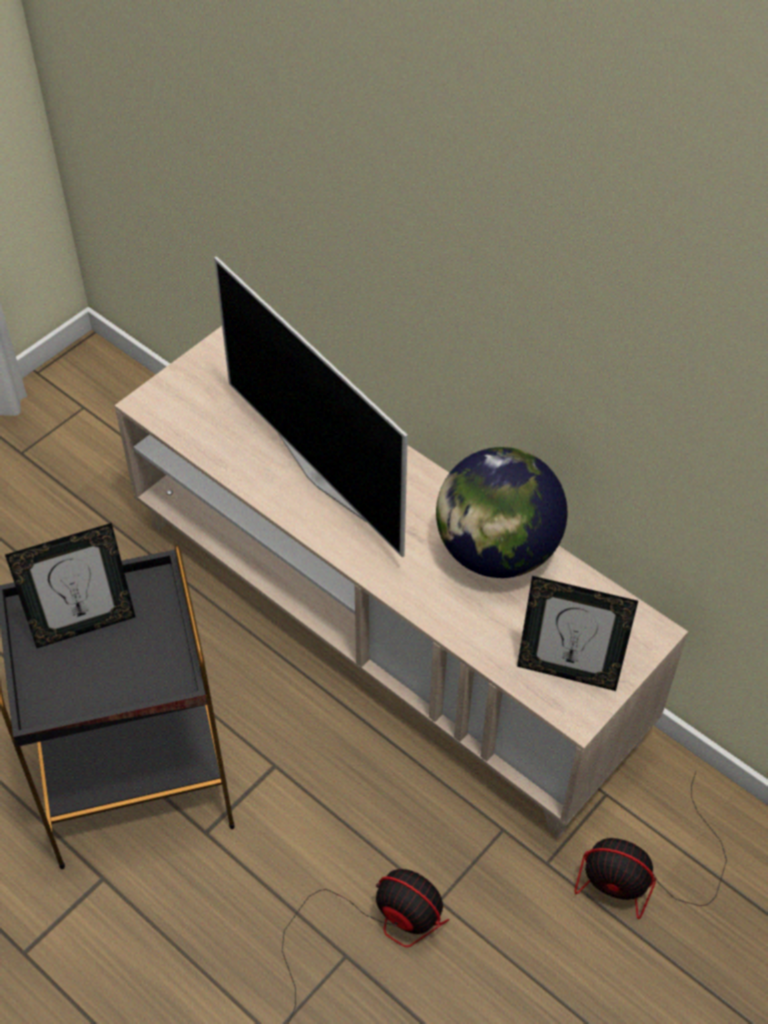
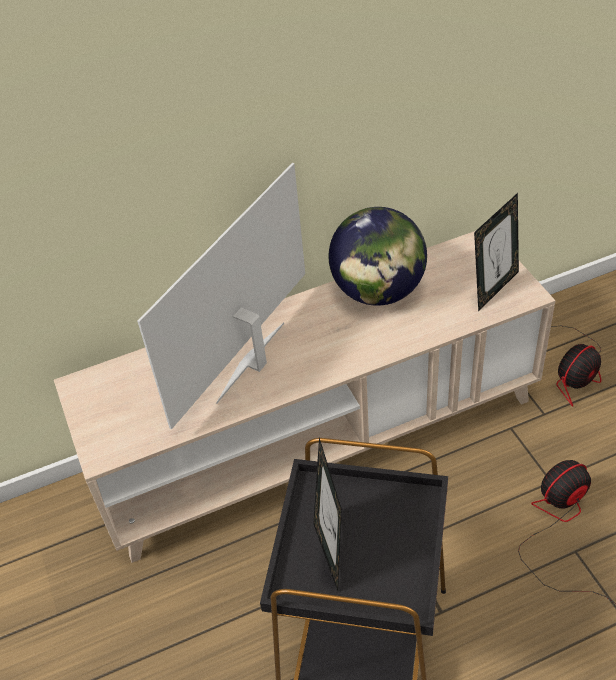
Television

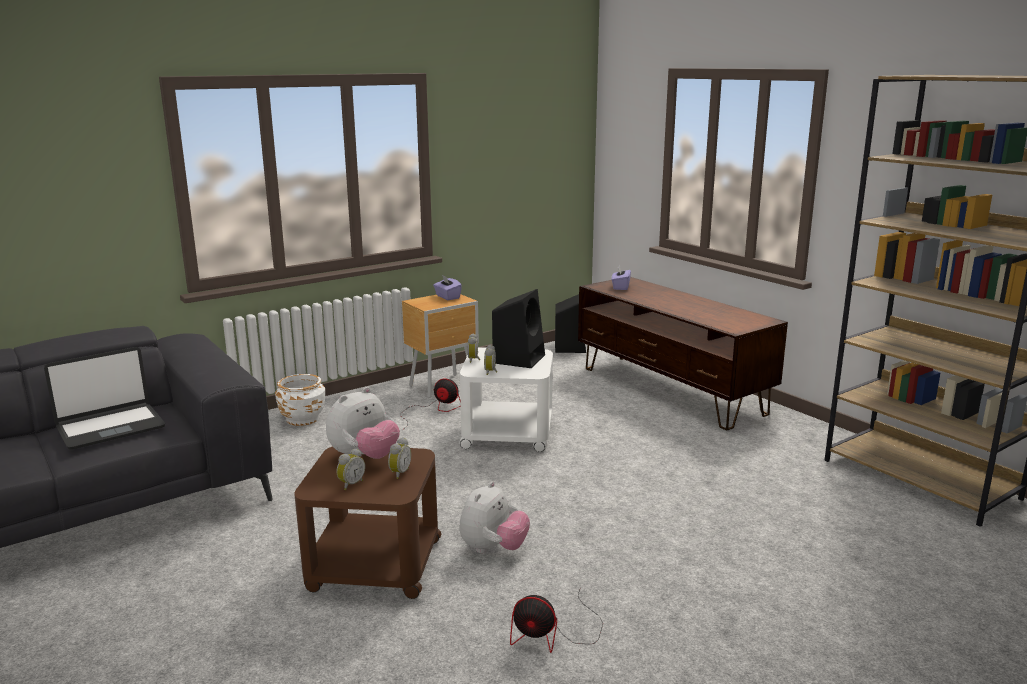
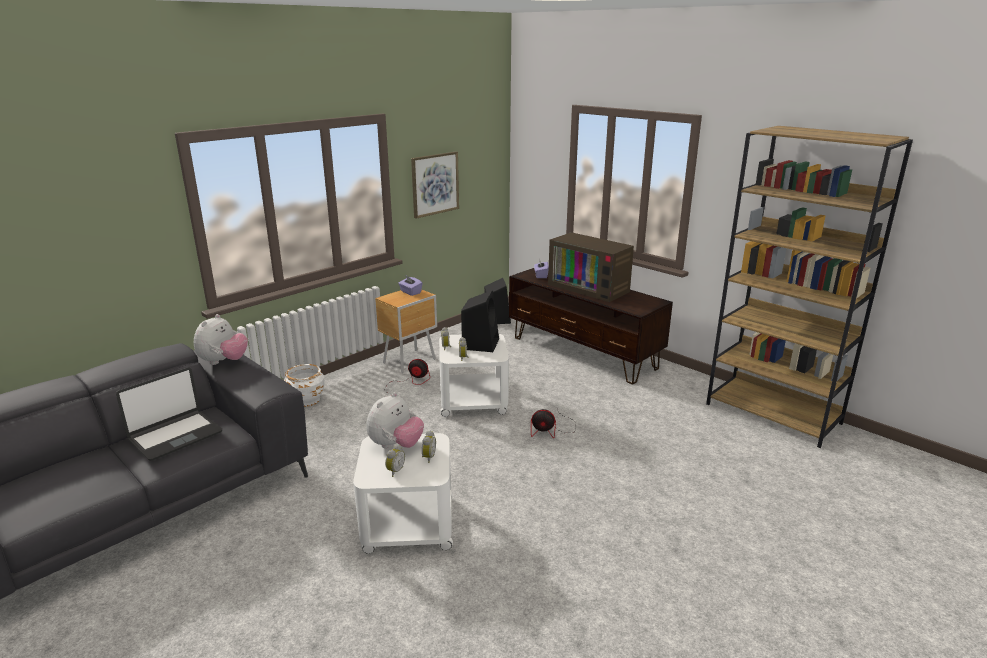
WhitishAccentTable (no. 1 from left)
SoftToy (no. 1 from left)
ElectricFan (no. 2 from left)
WallPicture
Television

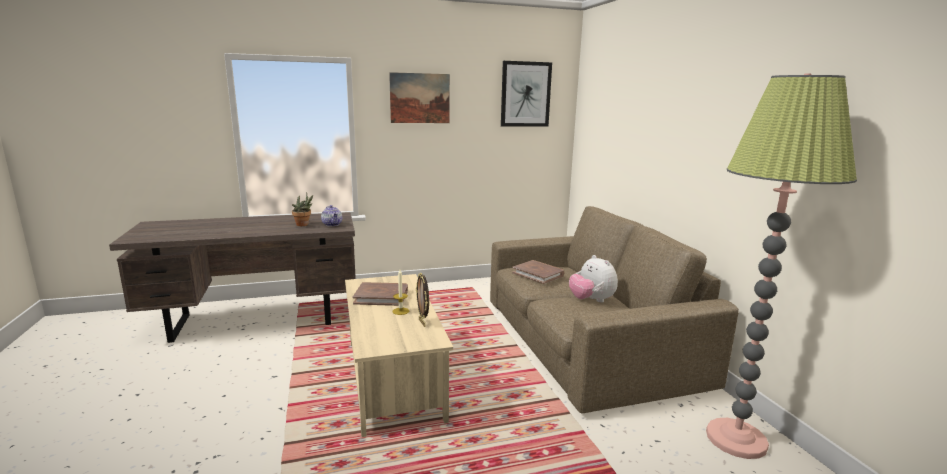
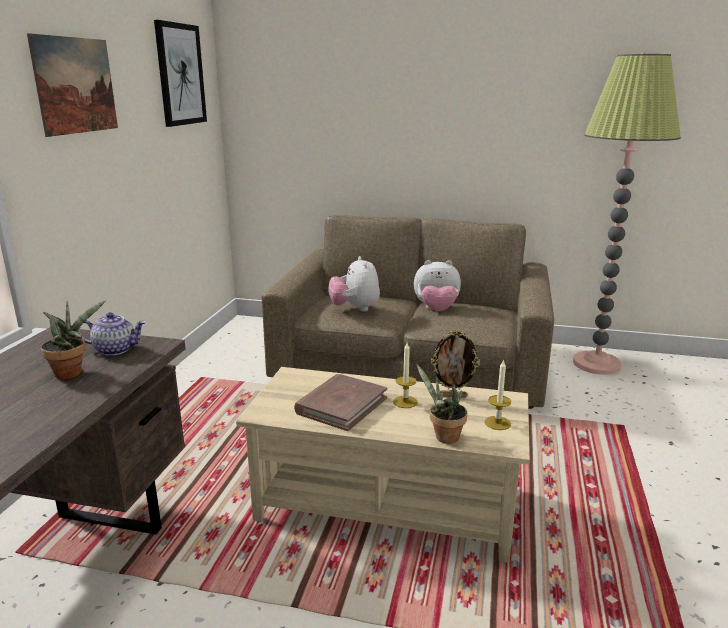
SoftToy (no. 1 from left)
PottedPlant (no. 2 from left)
WaxLight (no. 2 from left)

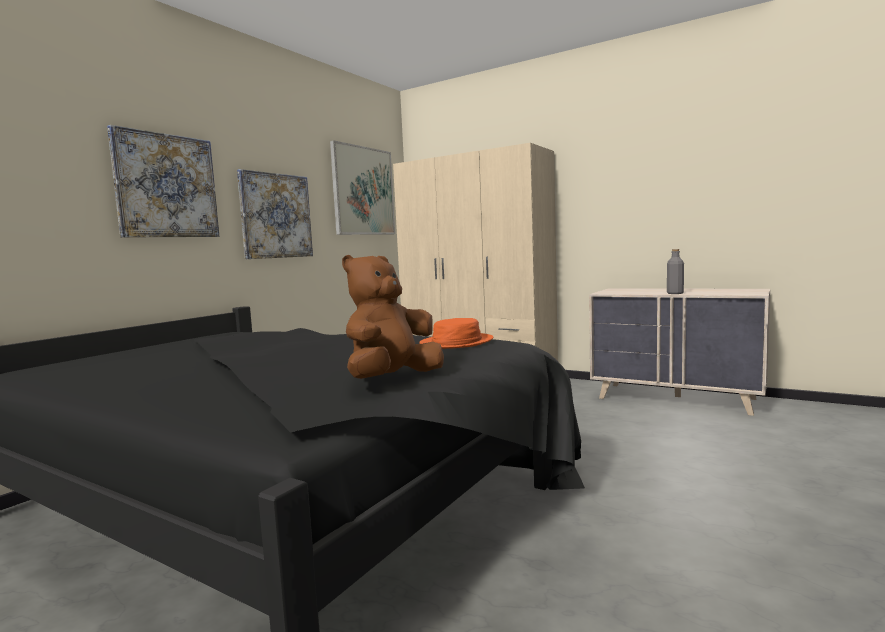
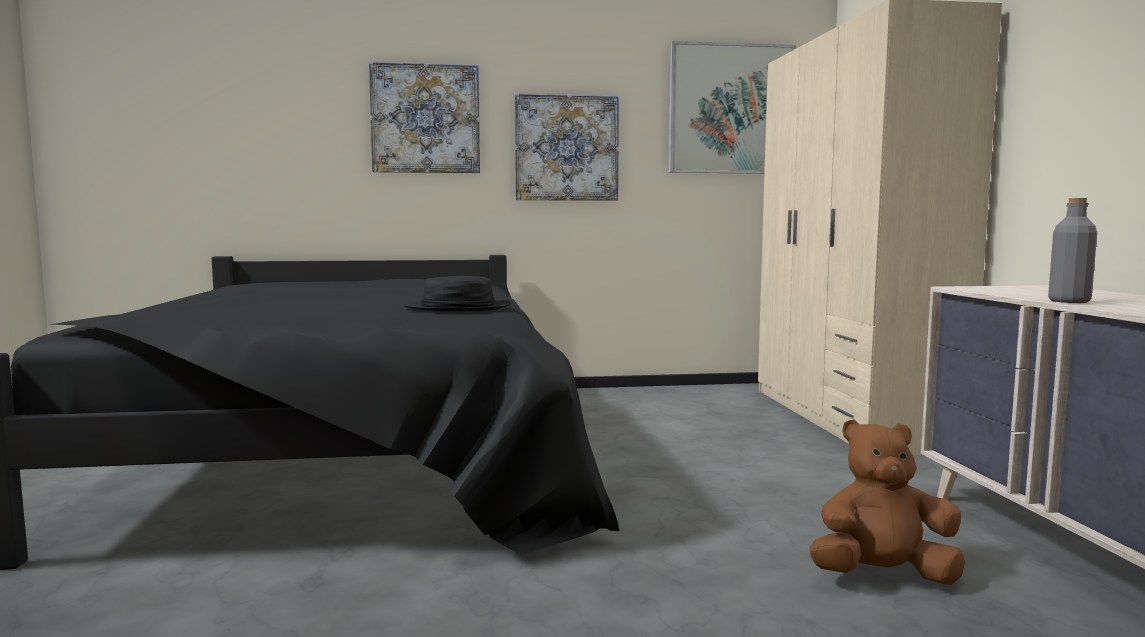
BrownSoftToy
BlackishHat

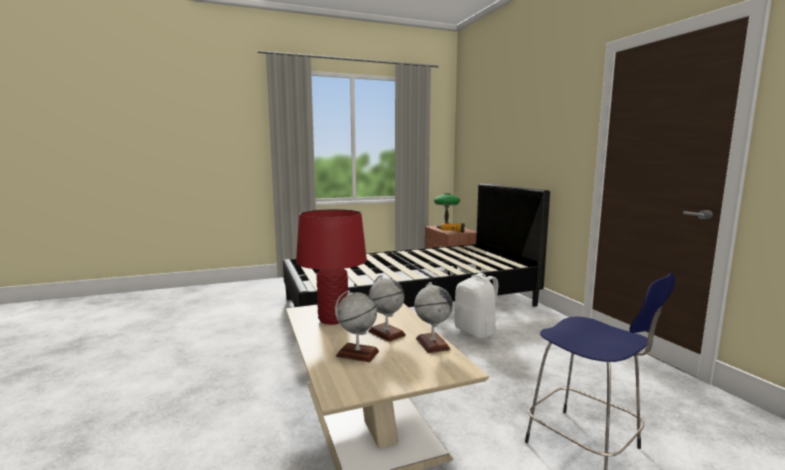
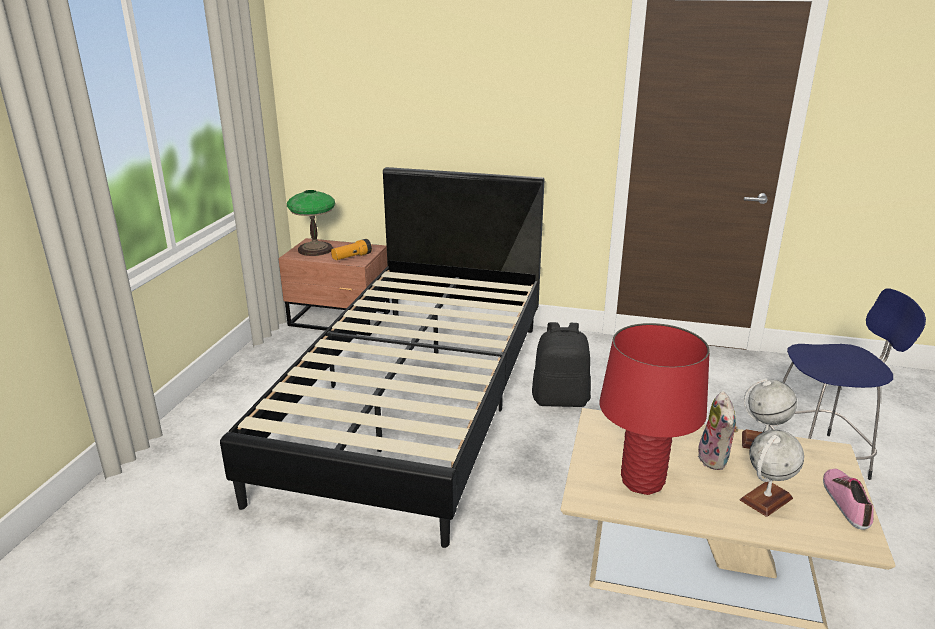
SoftToy
BlackishRucksack
ItemOfFootwear

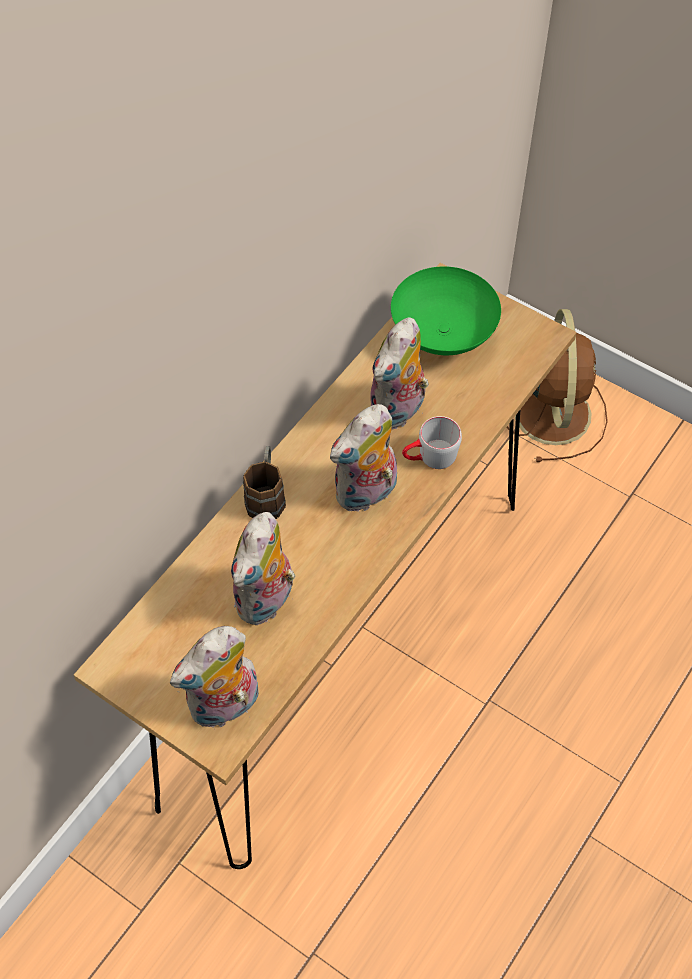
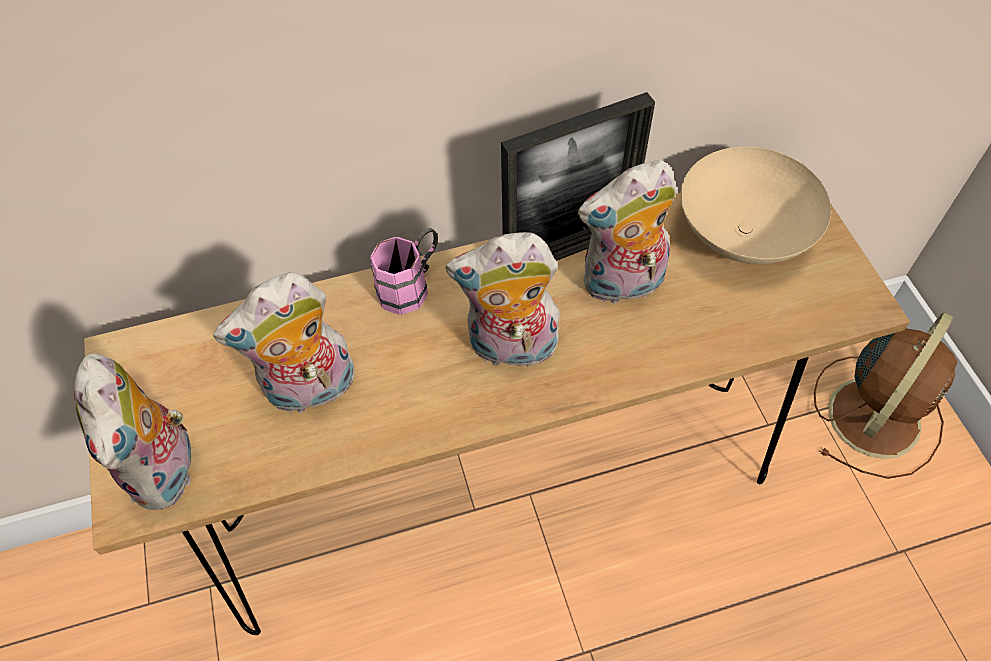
SoftToy (no. 1 from left)
PinkColouredTeaMug
BeigeServingBowl
GreyTeaMug
StandingFrame

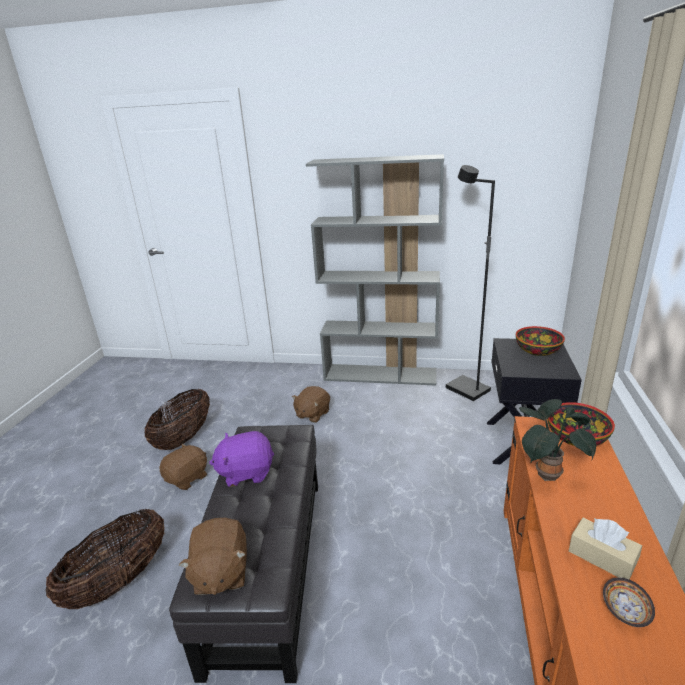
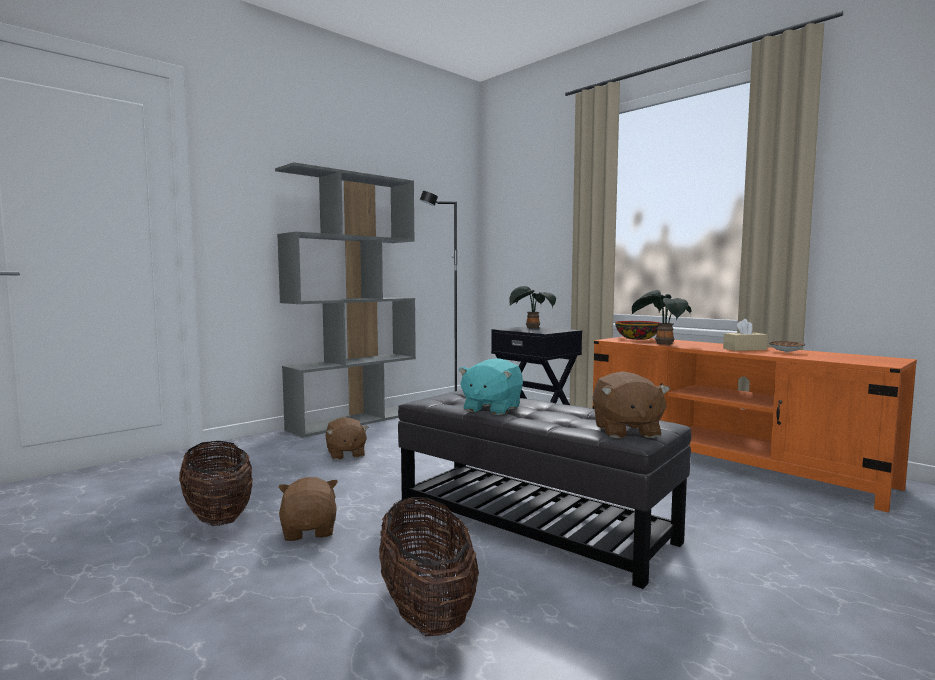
BrownSoftToy (no. 3 from left)
TurquoiseColouredSoftToy
PottedPlant (no. 1 from left)

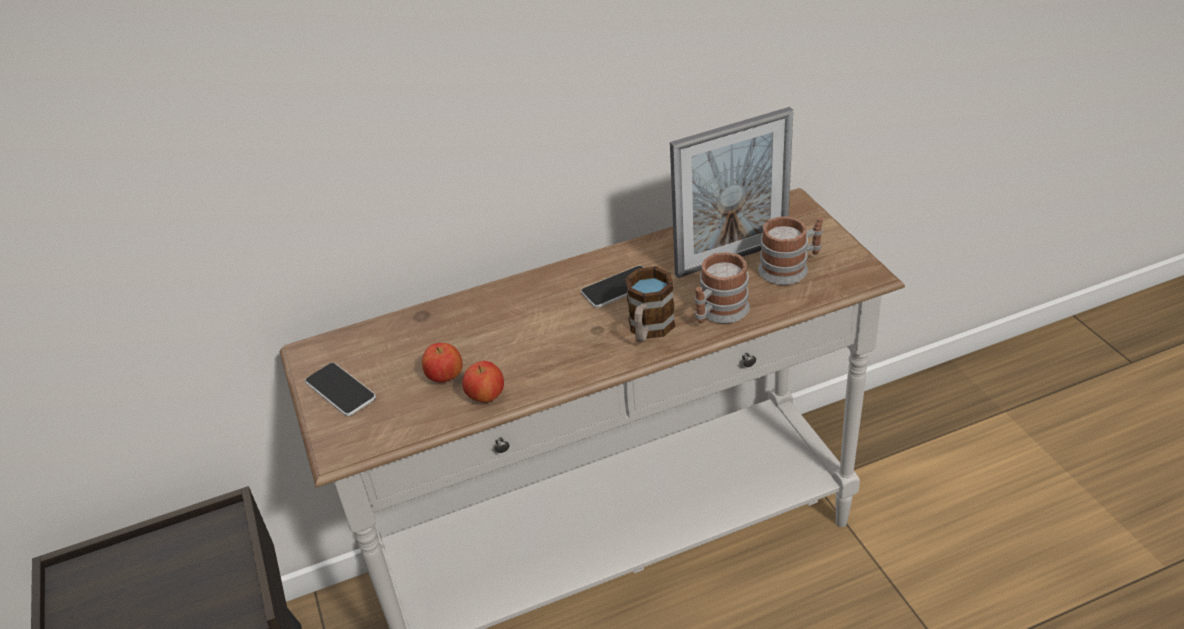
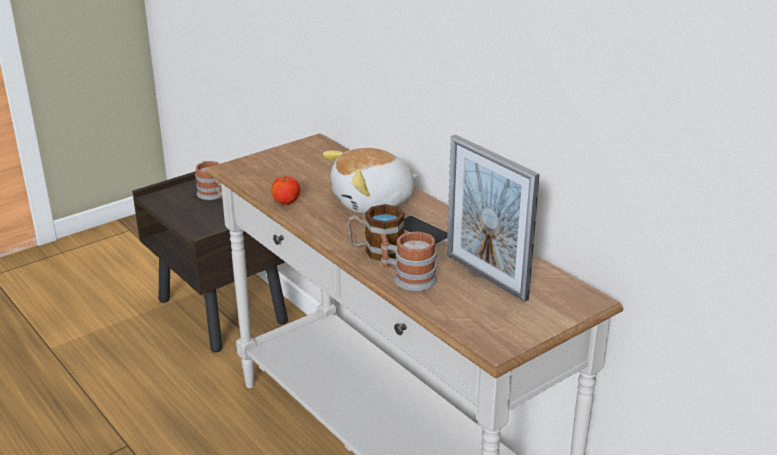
Phone (no. 1 from left in the first image)
Apple (no. 1 from left in the first image)
TeaMug (no. 1 from left)
SoftToy

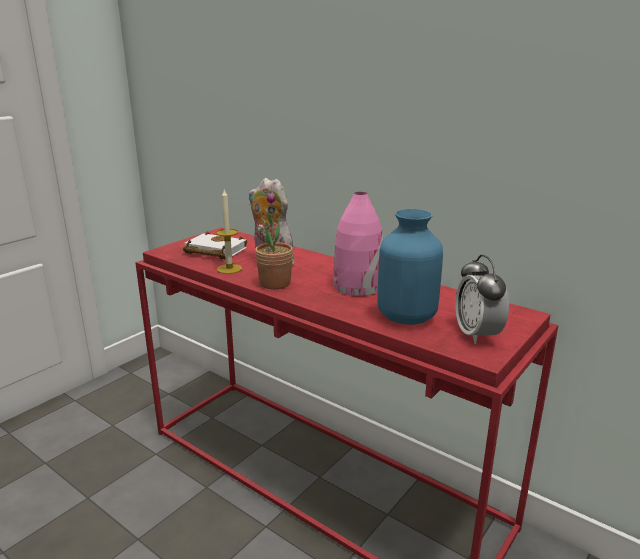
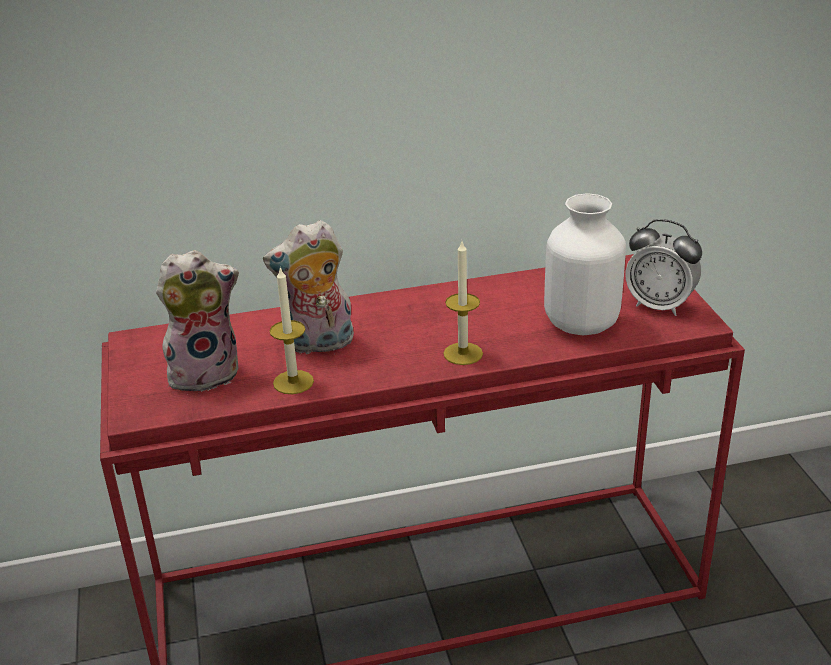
SoftToy (no. 1 from left)
PottedPlant
PinkColouredVase
WhitishVase
WaxLight (no. 2 from left)

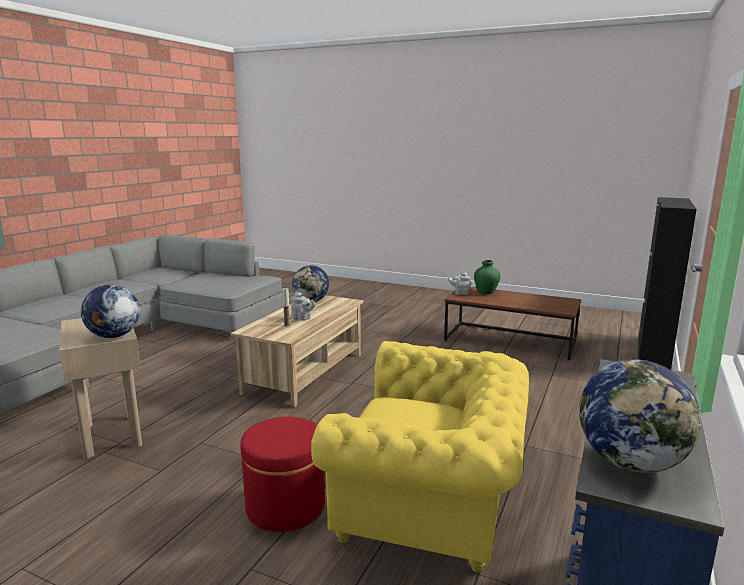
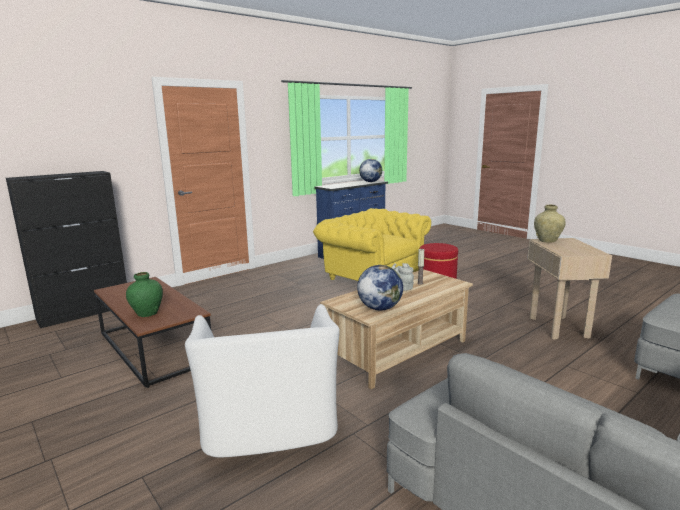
BeigeVase
GreyTeapot (no. 2 from left in the first image)
WhitishEasyChair

